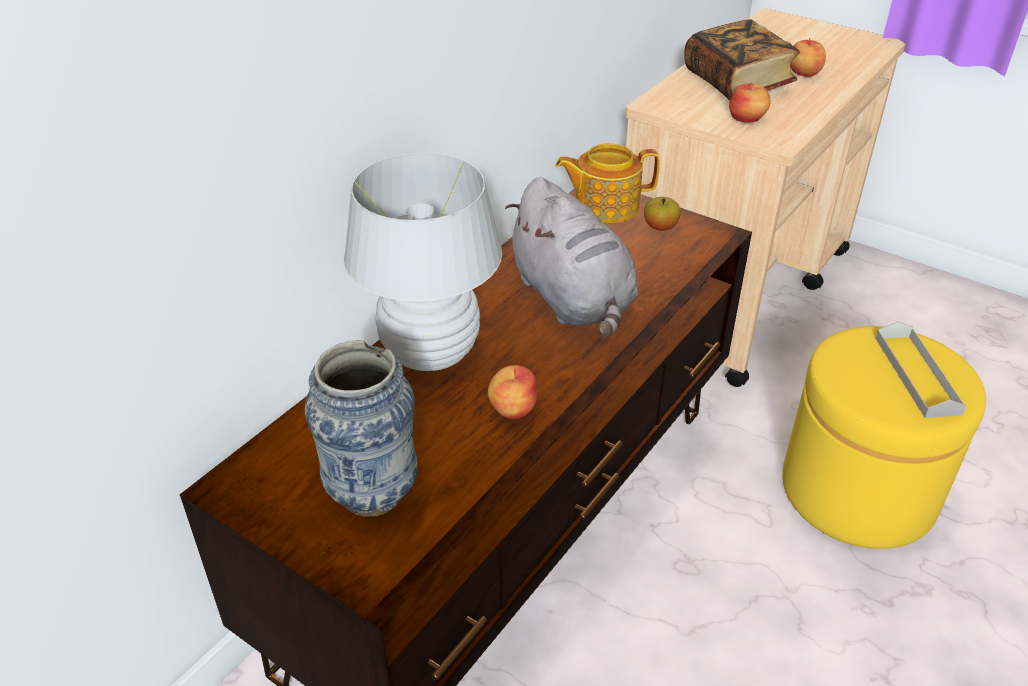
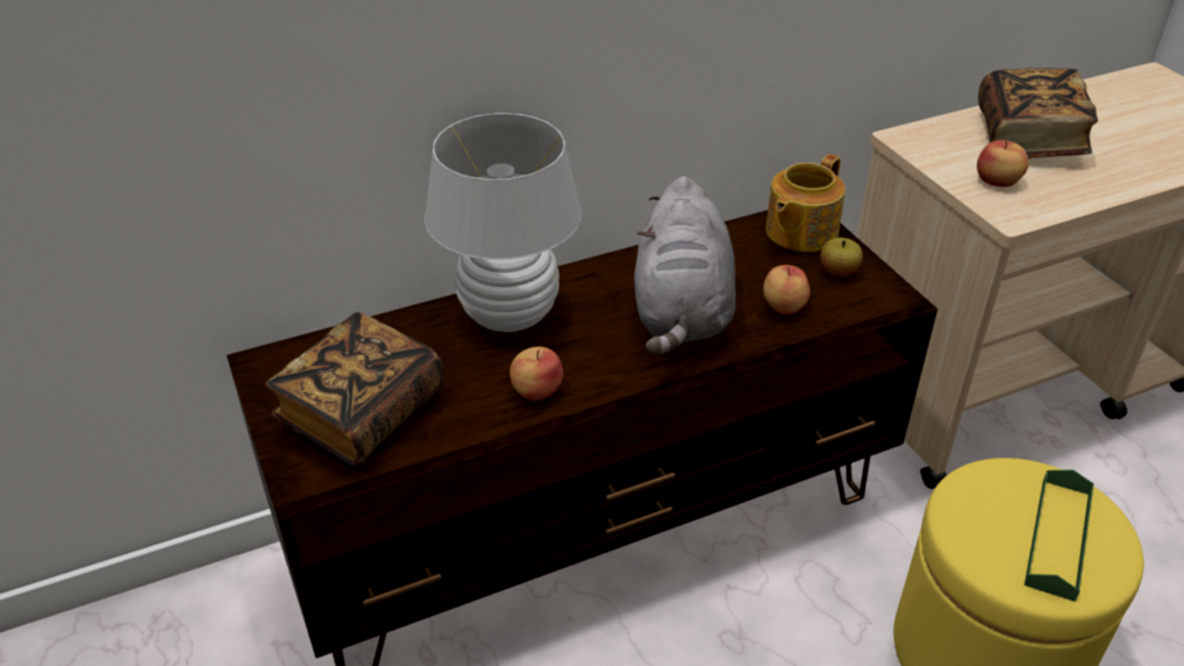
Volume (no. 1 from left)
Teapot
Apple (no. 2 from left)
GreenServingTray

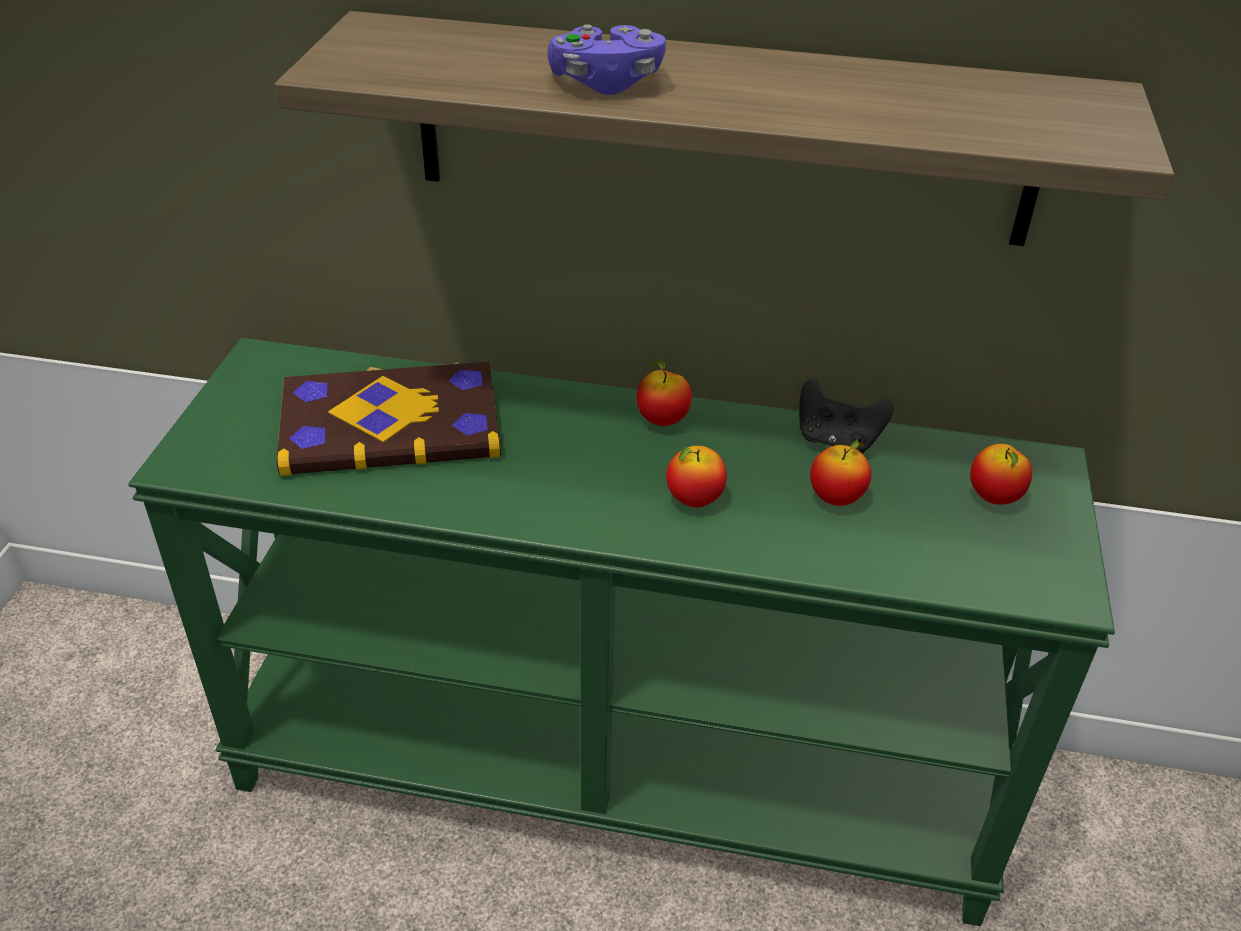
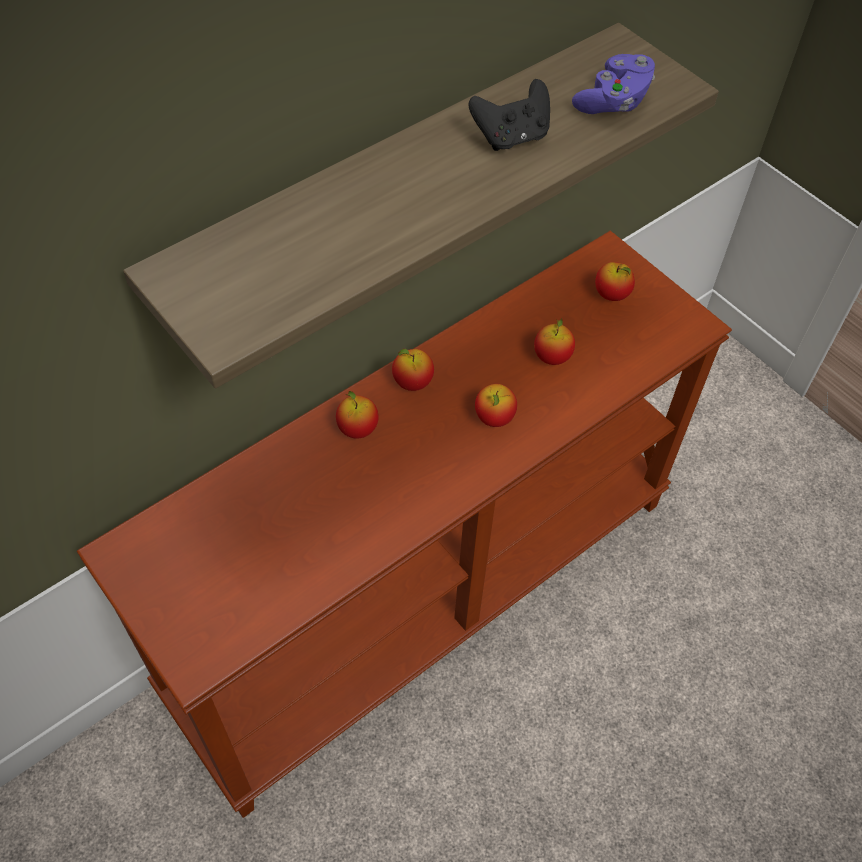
BrownConsoleTable
Volume
PurplishGamepad
BlackishGamepad
Apple (no. 1 from left)

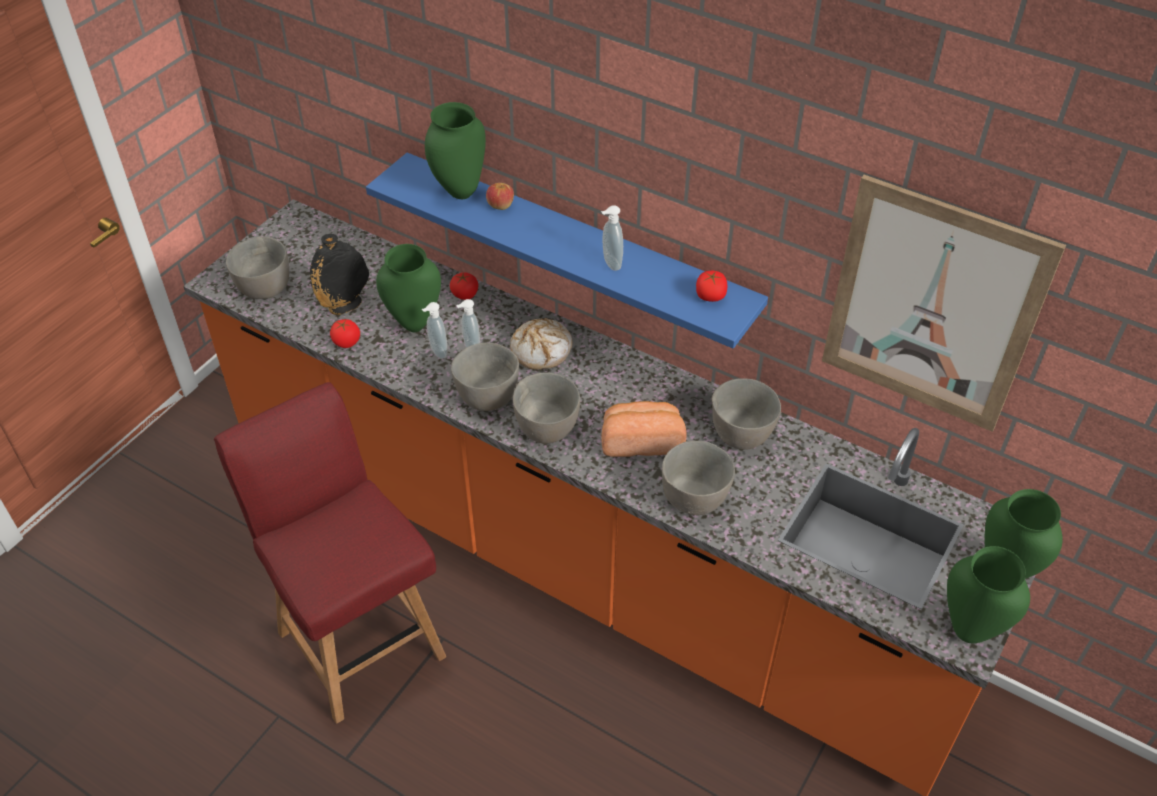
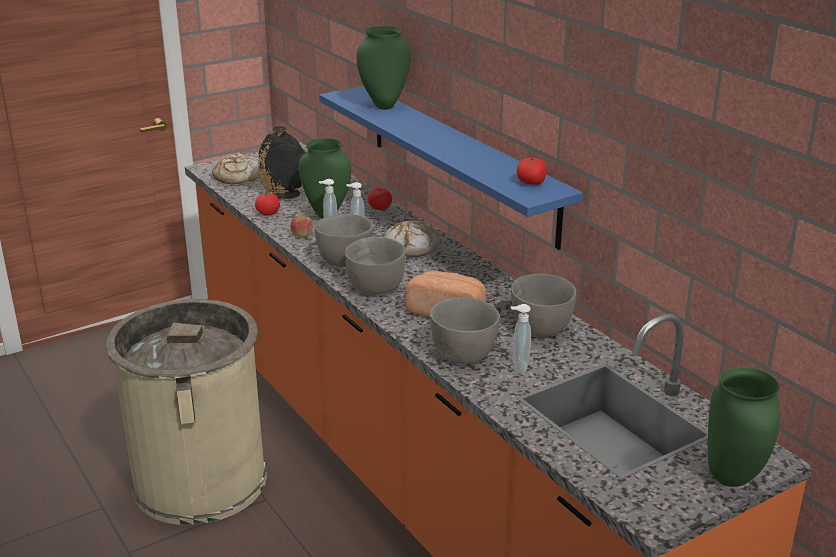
BeigeTrashCan
BakedBread (no. 1 from left)
Apple
SoapDispenser (no. 3 from left)
WallPicture
GreenVase (no. 3 from left in the first image)

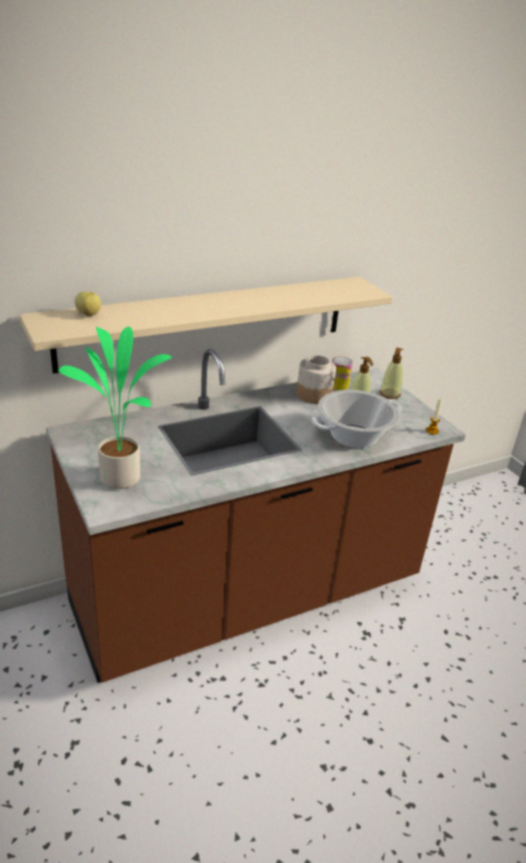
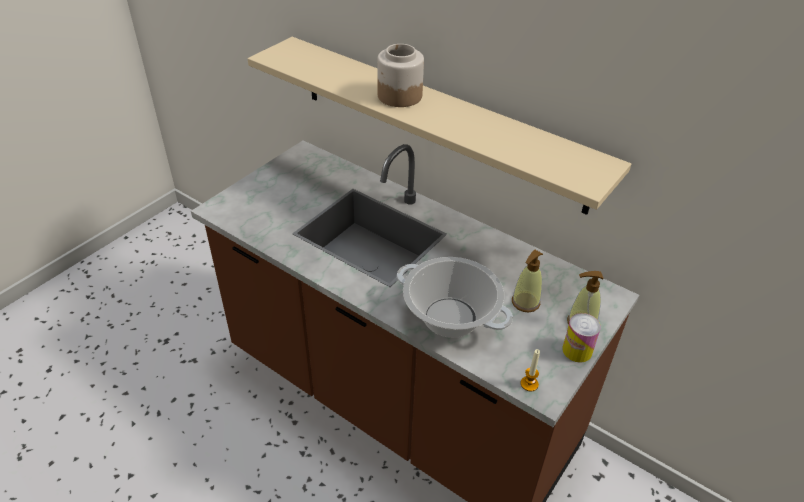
PottedPlant
Apple
StorageJar
SealedCan

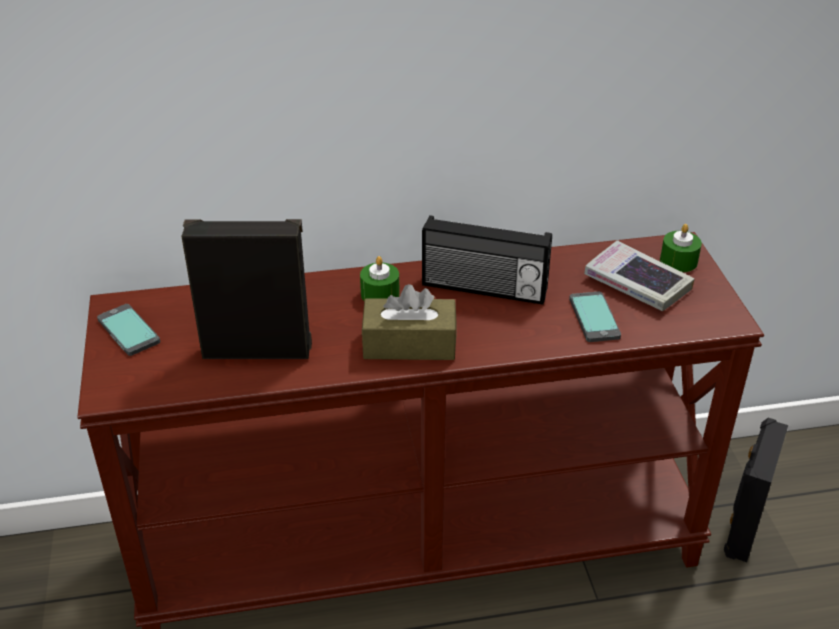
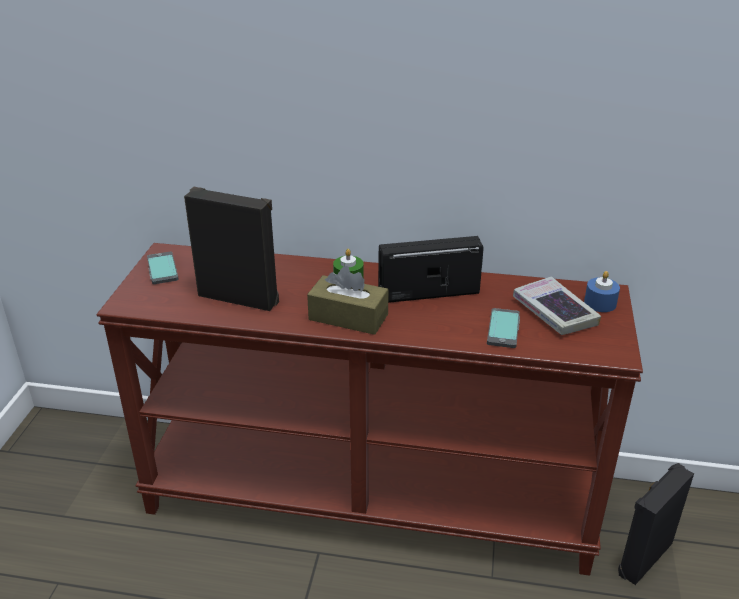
RadioSet
BlueColouredWaxLight

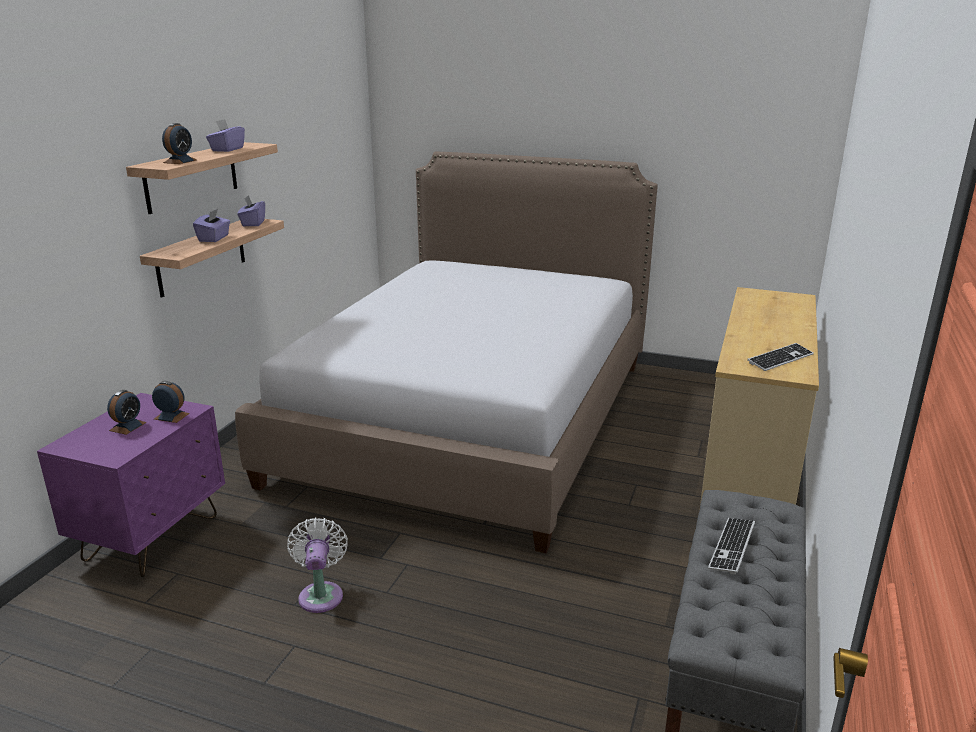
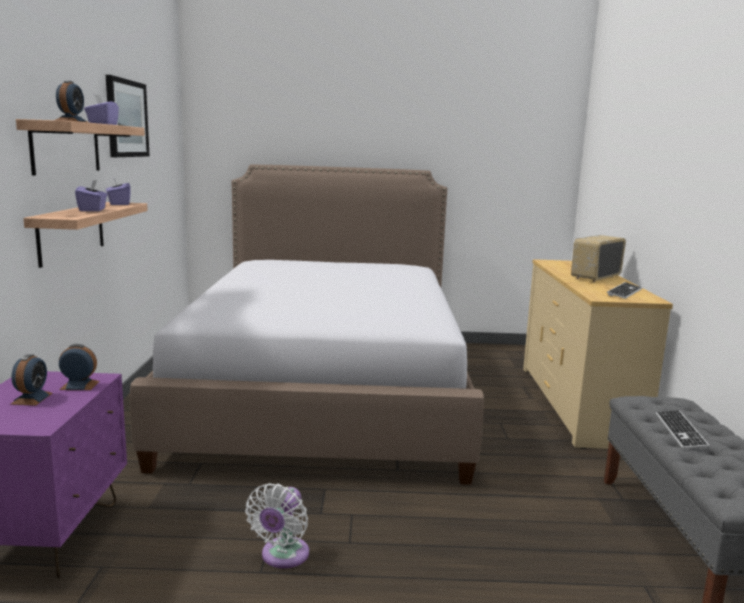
WhitishElectricFan
WallPicture
RadioSet

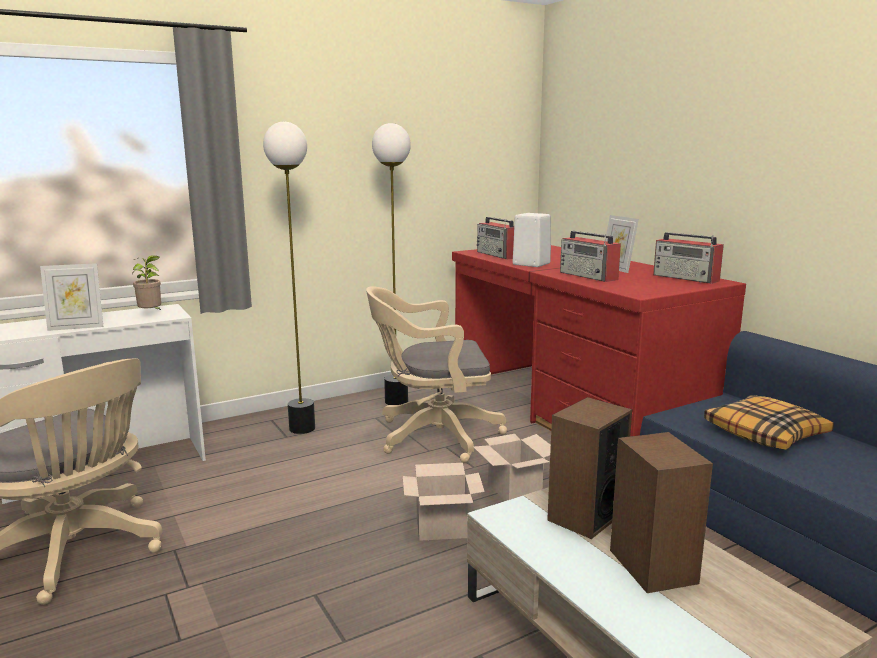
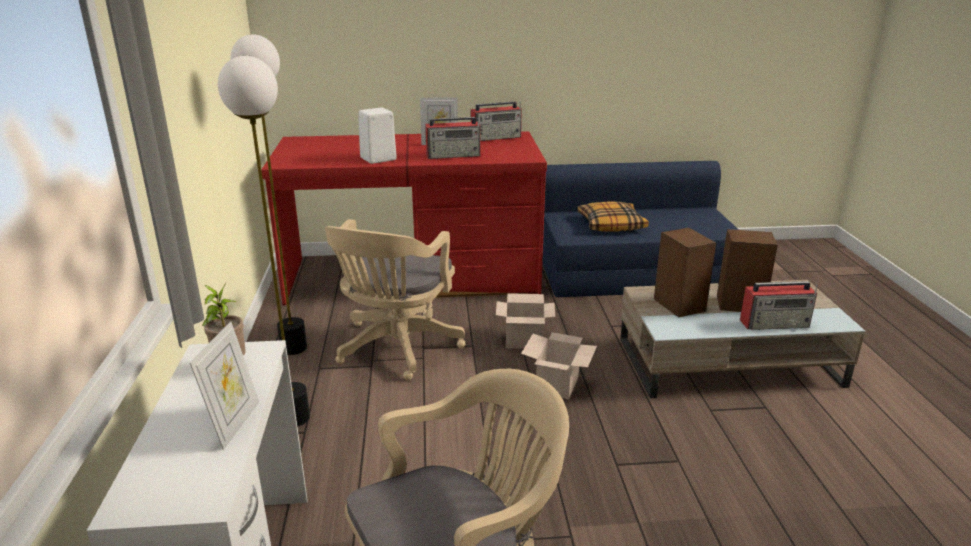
RadioSet (no. 3 from left)

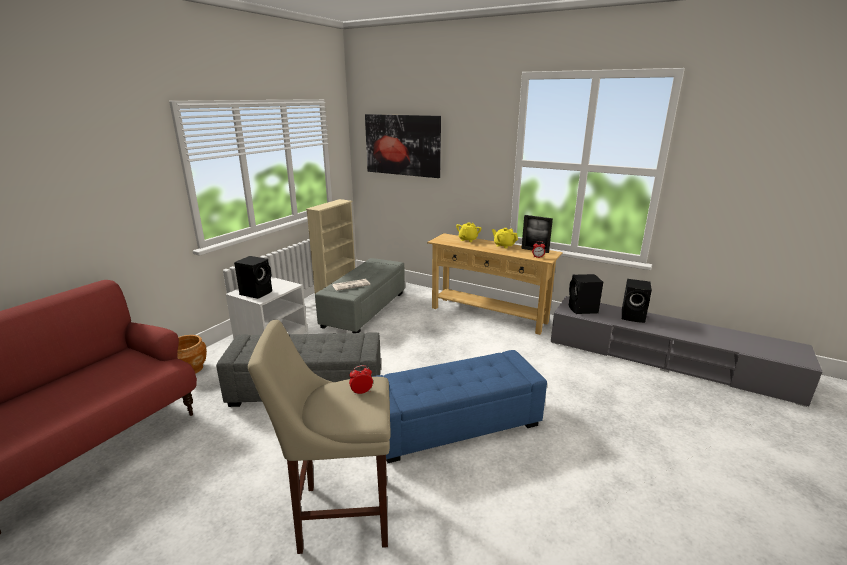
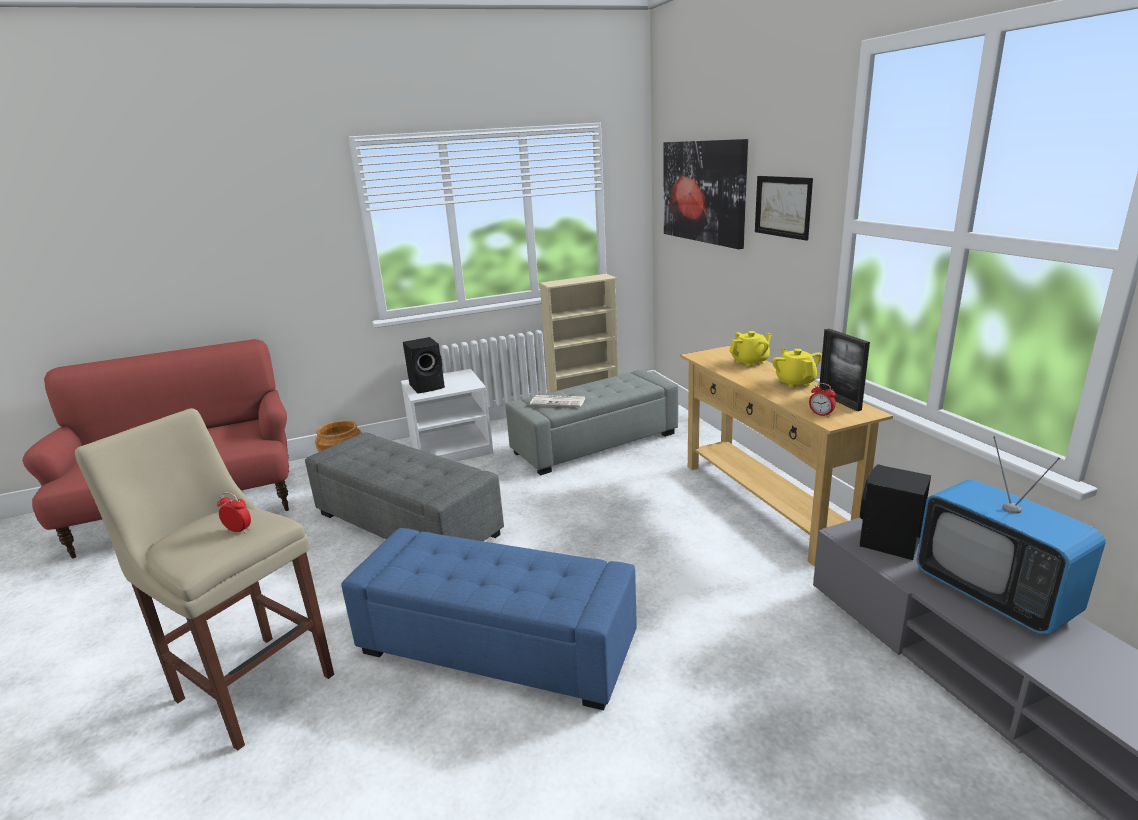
Television
WallPicture (no. 2 from left)

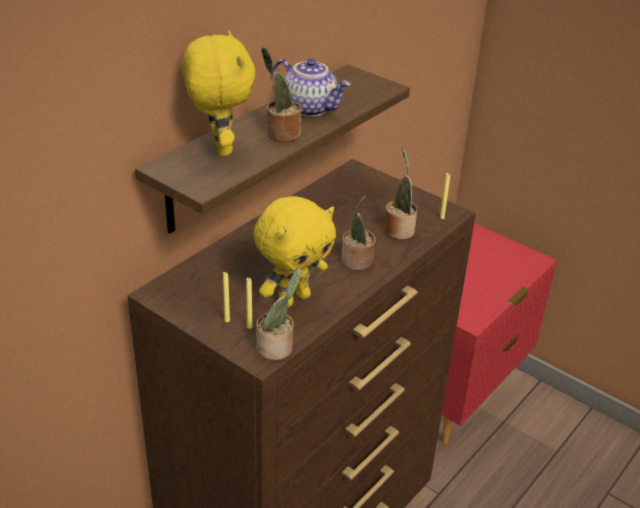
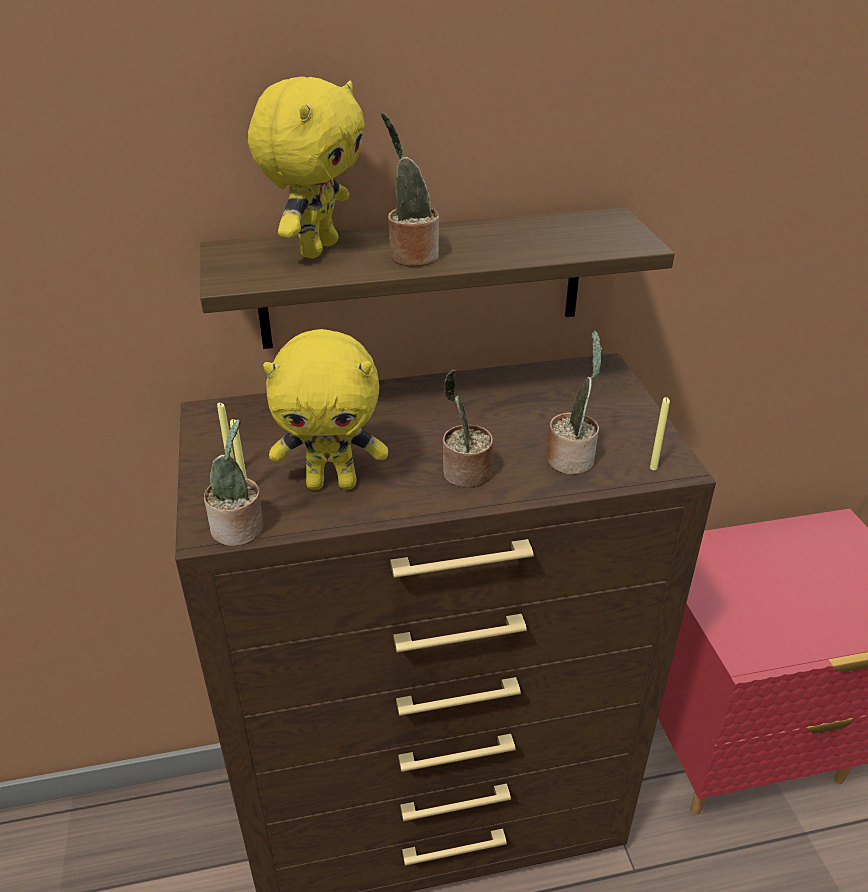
Teapot

